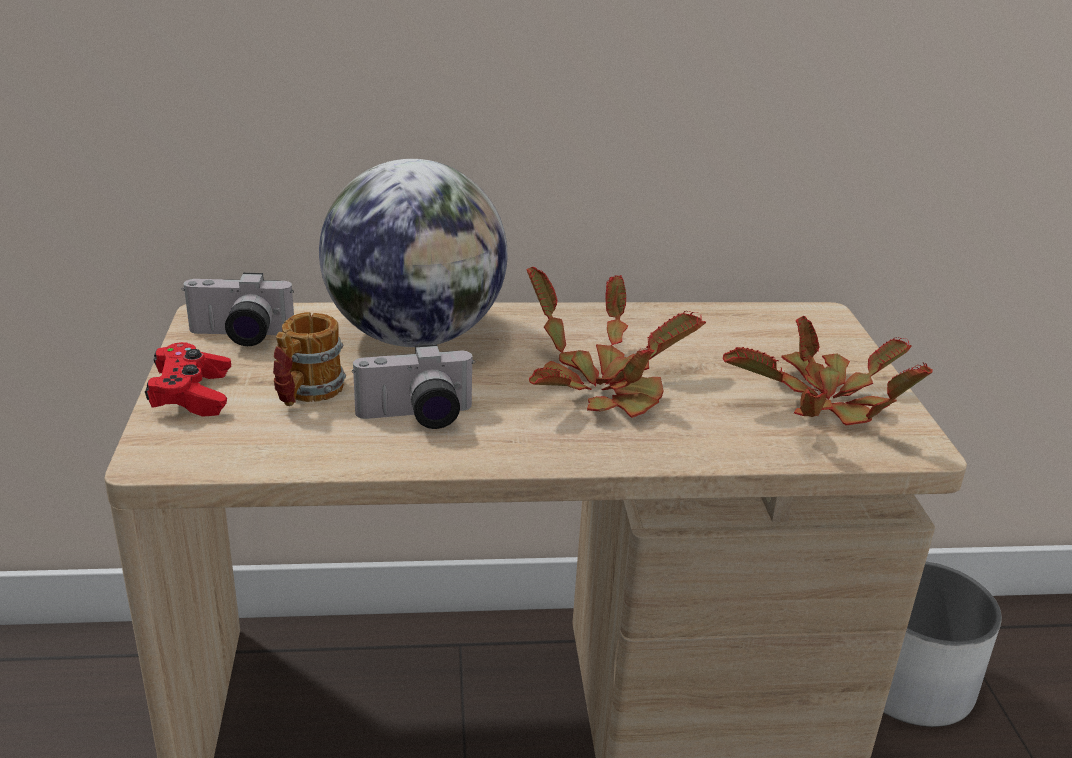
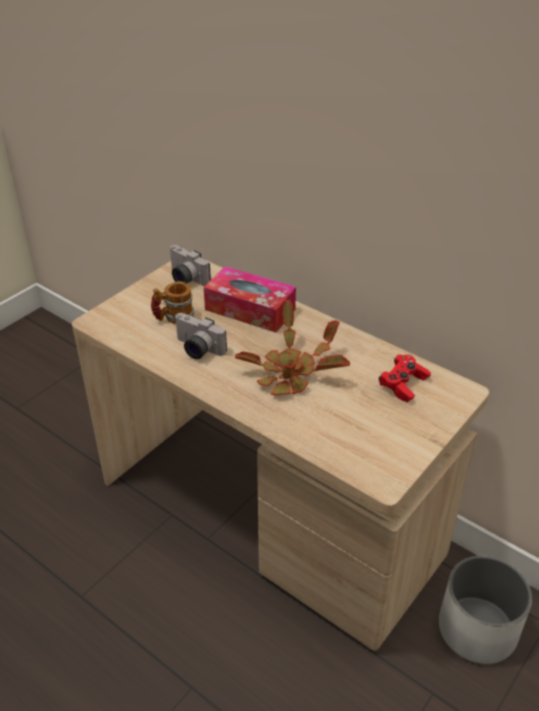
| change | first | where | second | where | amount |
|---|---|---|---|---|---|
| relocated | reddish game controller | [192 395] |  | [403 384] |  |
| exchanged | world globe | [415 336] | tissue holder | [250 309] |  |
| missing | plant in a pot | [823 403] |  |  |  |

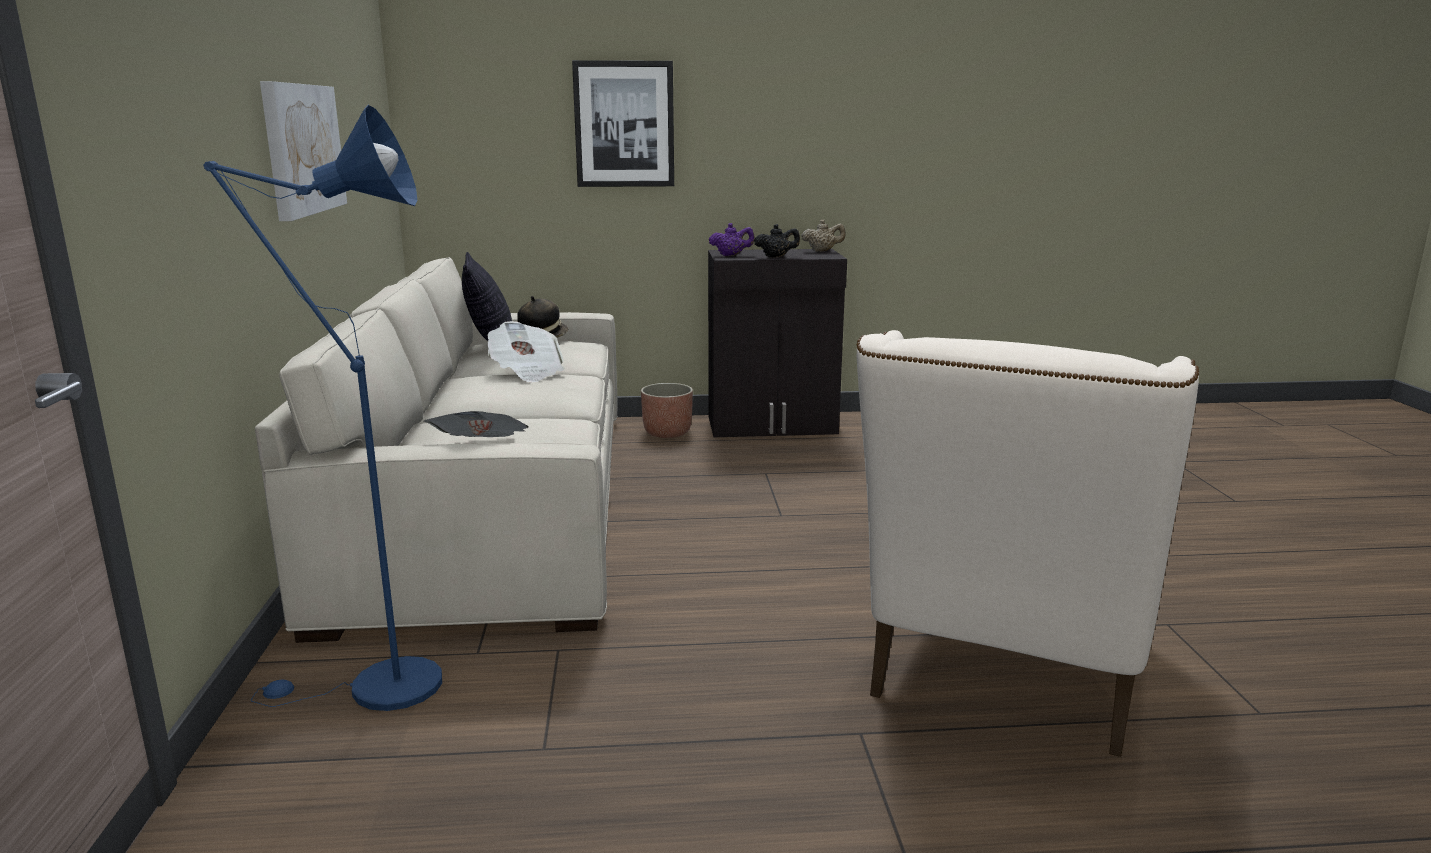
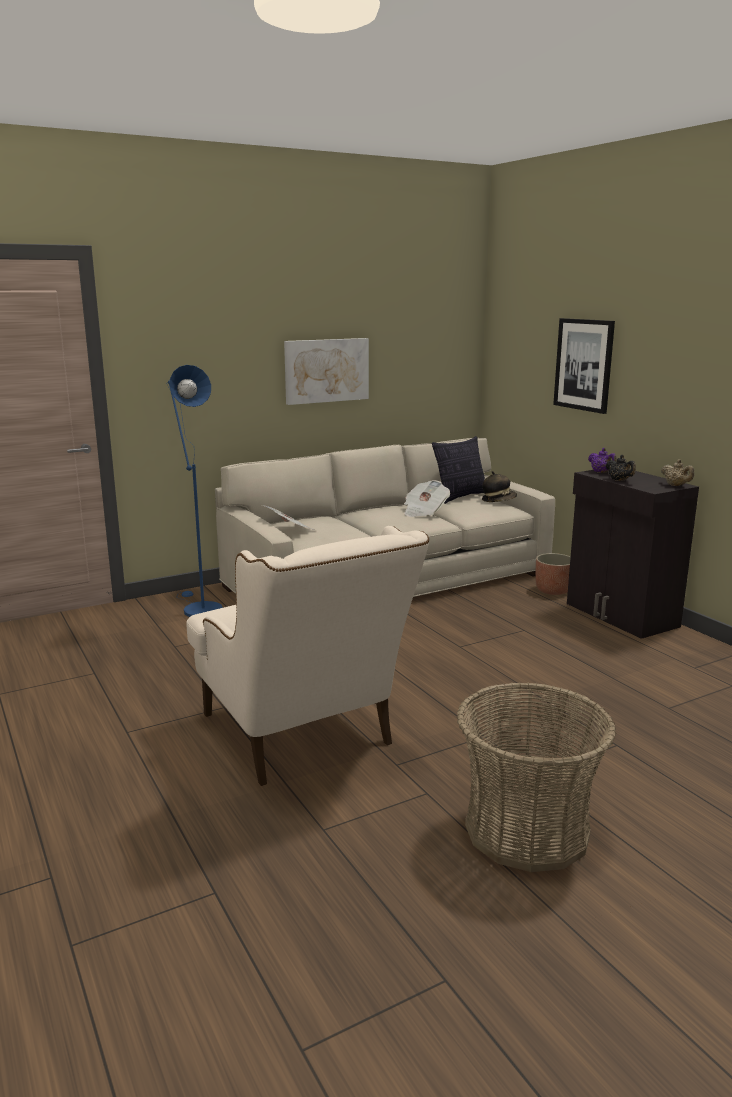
| change | first | where | second | where | amount |
|---|---|---|---|---|---|
| spun | beige-coloured armchair | [1002 678] |  | [304 738] | 120 degrees counterclockwise |
| appeared |  |  | basket | [527 830] |  |

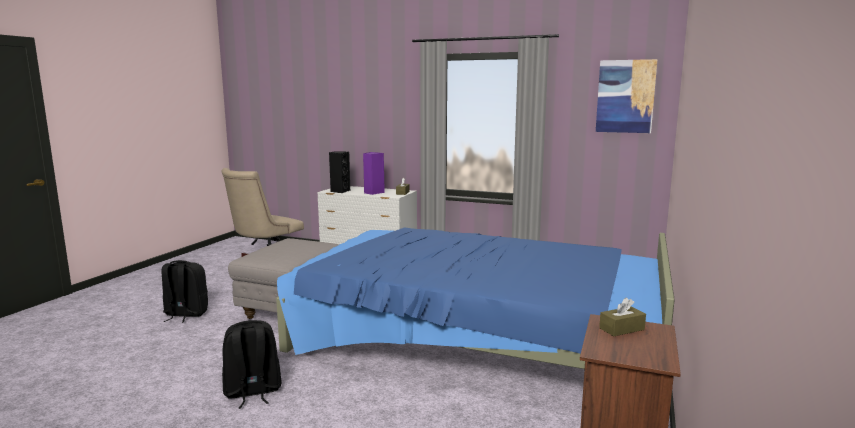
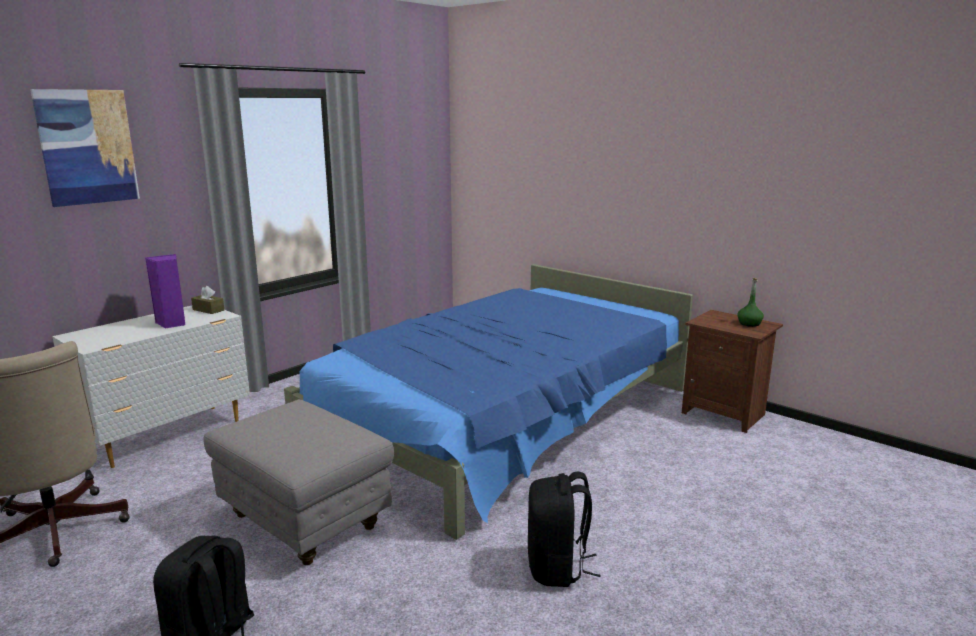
| change | first | where | second | where | amount |
|---|---|---|---|---|---|
| missing | black-coloured loudspeaker | [340 191] |  |  |  |
| relocated | wall picture | [625 96] |  | [87 147] |  |
| missing | brown-coloured tissue holder | [621 329] |  |  |  |
| appeared |  |  | green-coloured drink bottle | [749 323] |  |

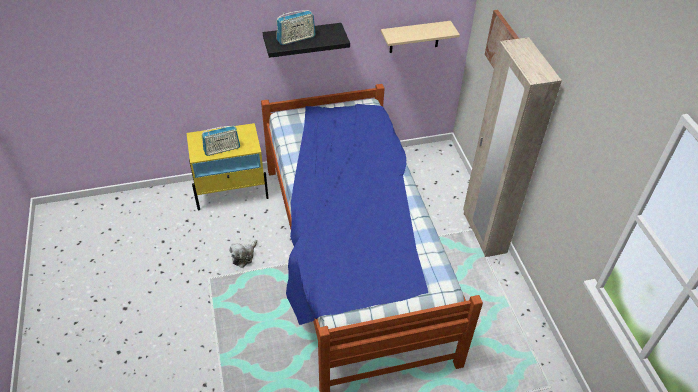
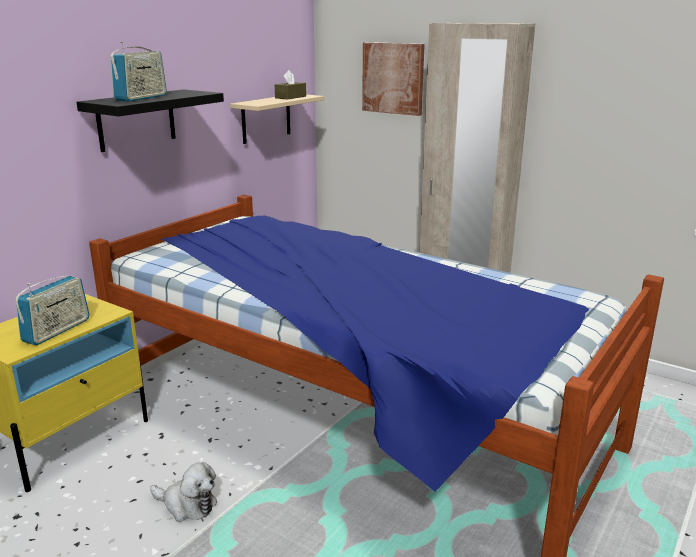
| change | first | where | second | where | amount |
|---|---|---|---|---|---|
| spun | plush toy | [244 256] |  | [187 505] | 60 degrees counterclockwise |
| appeared |  |  | brown-coloured tissue holder | [290 97] |  |

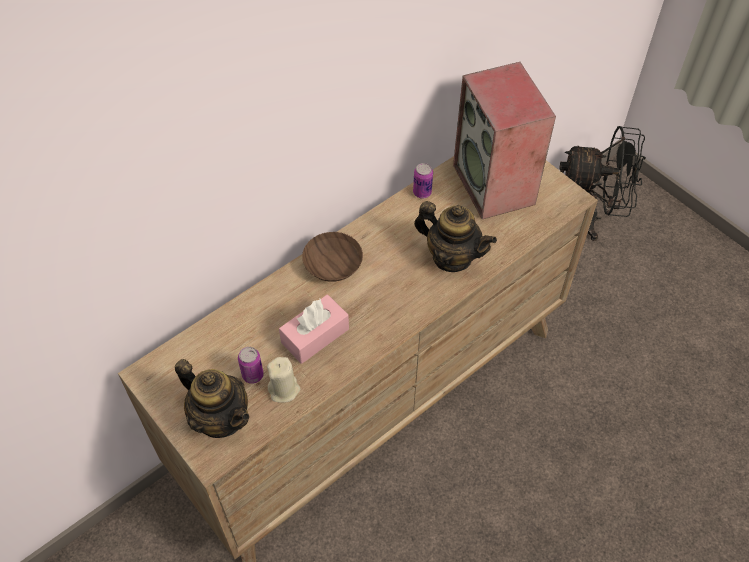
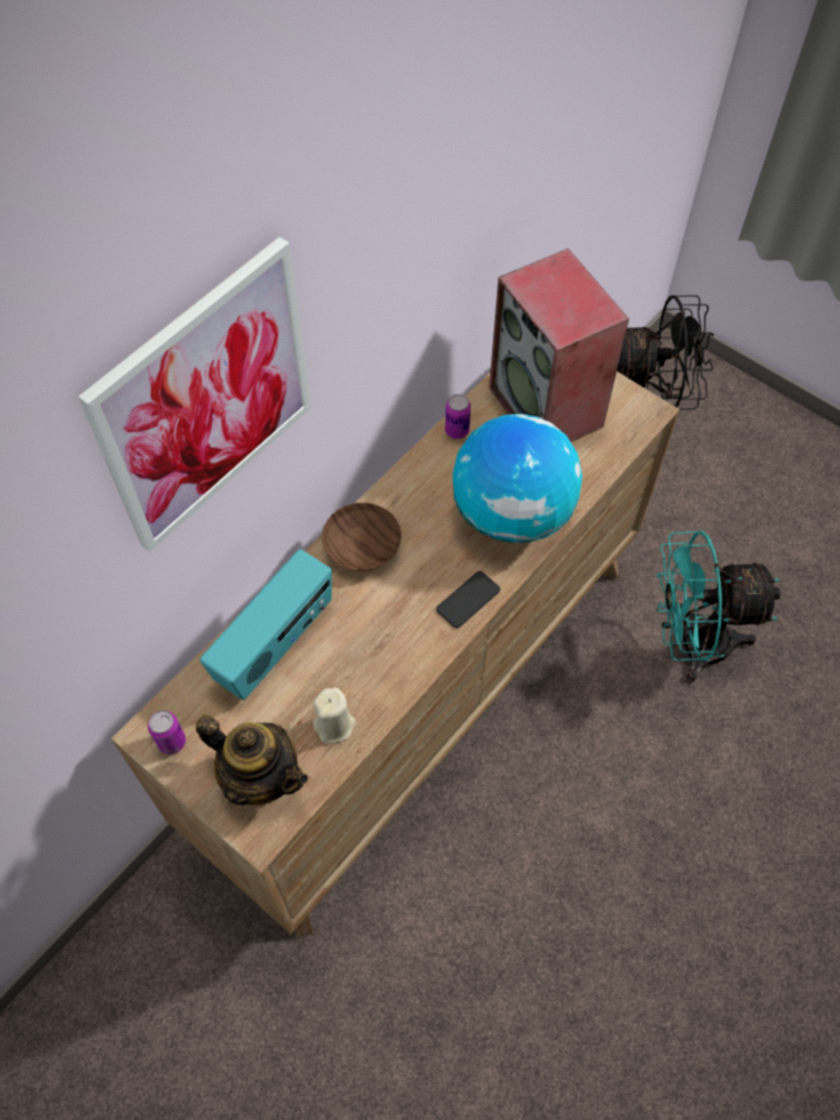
| change | first | where | second | where | amount |
|---|---|---|---|---|---|
| relocated | can | [253 375] |  | [172 742] |  |
| missing | pink tissue holder | [315 336] |  |  |  |
| exchanged | tea pot | [452 257] | world globe | [512 513] |  |
| appeared |  |  | wall picture | [206 399] |  |
| appeared |  |  | radio | [275 643] |  |
| appeared |  |  | telephone | [468 600] |  |
| appeared |  |  | turquoise-coloured cooling fan | [690 643] |  |

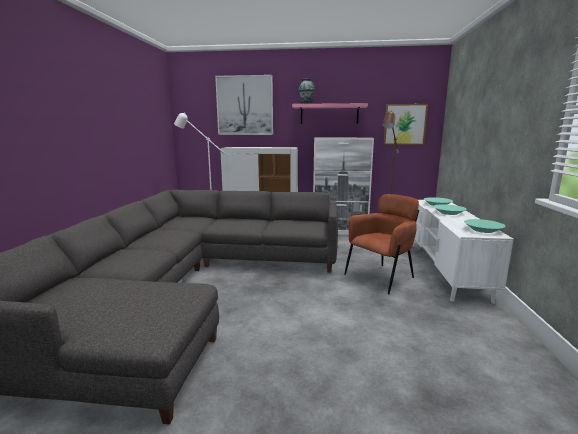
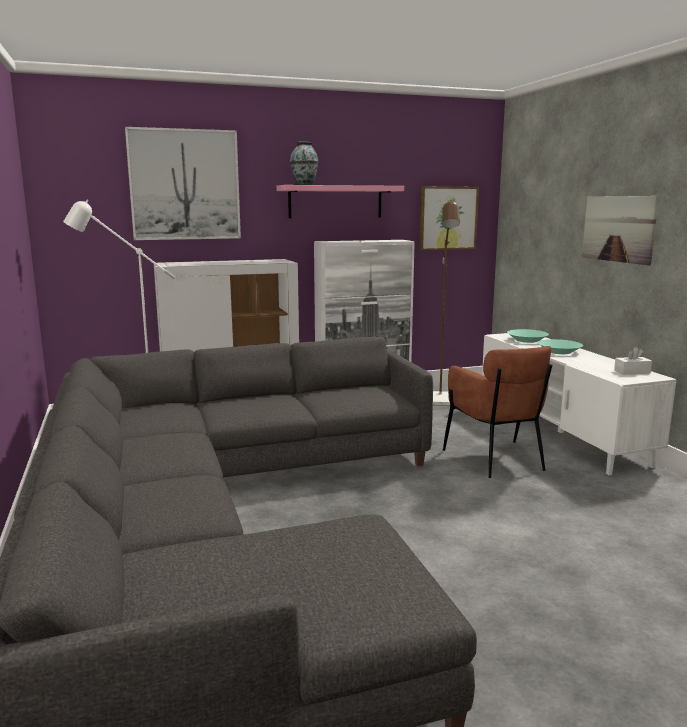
| change | first | where | second | where | amount |
|---|---|---|---|---|---|
| spun | brown-coloured armchair | [381 277] |  | [497 459] | 135 degrees clockwise |
| exchanged | turquoise-coloured bowl | [483 230] | white tissue holder | [632 372] |  |
| appeared |  |  | wall picture | [618 228] |  |

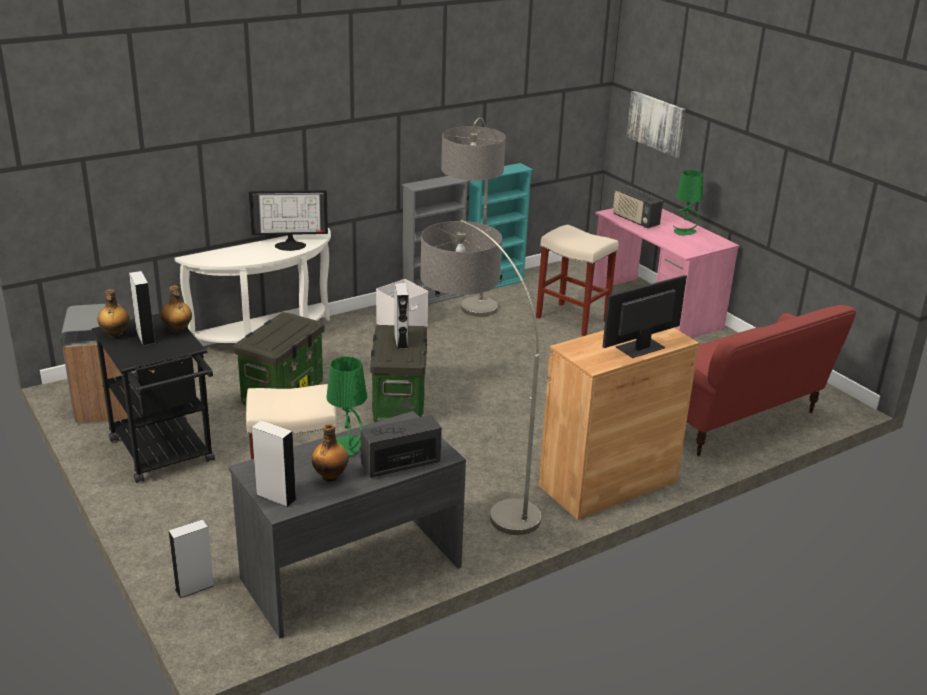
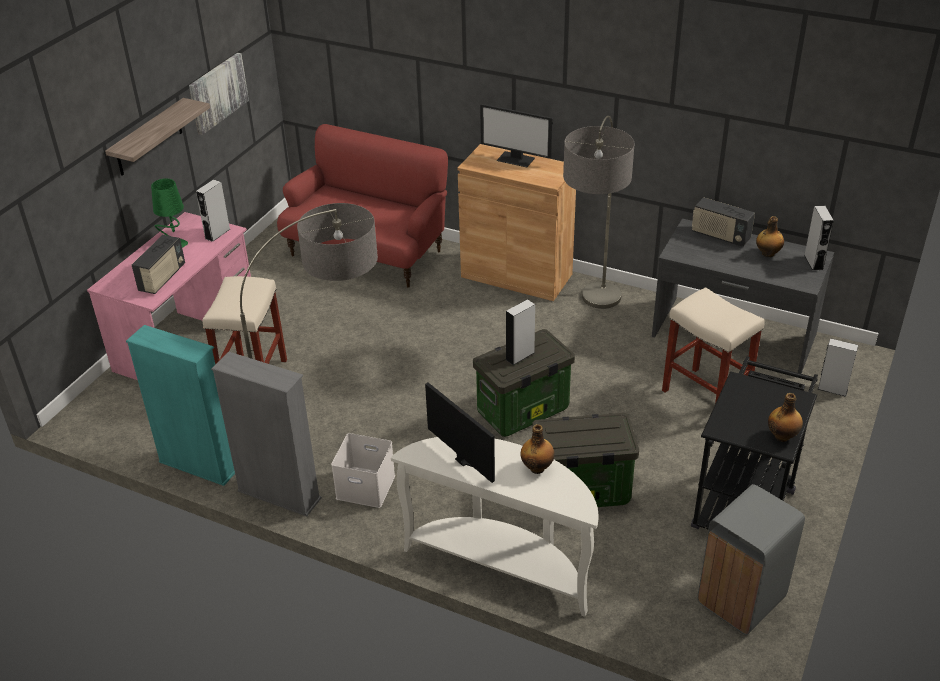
| change | first | where | second | where | amount |
|---|---|---|---|---|---|
| relocated | grey loudspeaker | [145 337] |  | [217 234] |  |
| relocated | drink bottle | [177 330] |  | [537 467] |  |
| missing | green-coloured tabletop lamp | [349 446] |  |  |  |
| relocated | wall picture | [656 123] |  | [217 92] |  |
| appeared |  |  | bracket shelf | [149 138] |  |

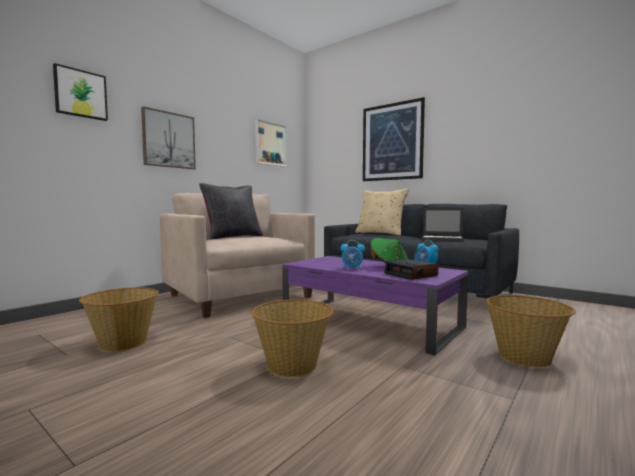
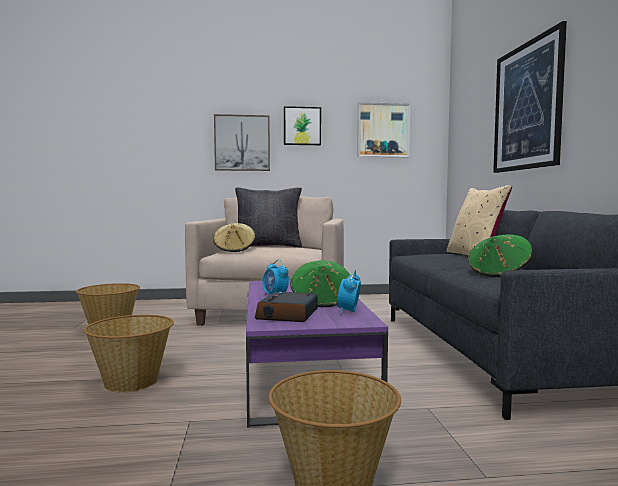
| change | first | where | second | where | amount |
|---|---|---|---|---|---|
| relocated | wall picture | [80 94] |  | [302 126] |  |
| exchanged | notebook computer | [442 239] | green-coloured hat | [499 273] |  |
| appeared |  |  | beige-coloured hat | [234 250] |  |

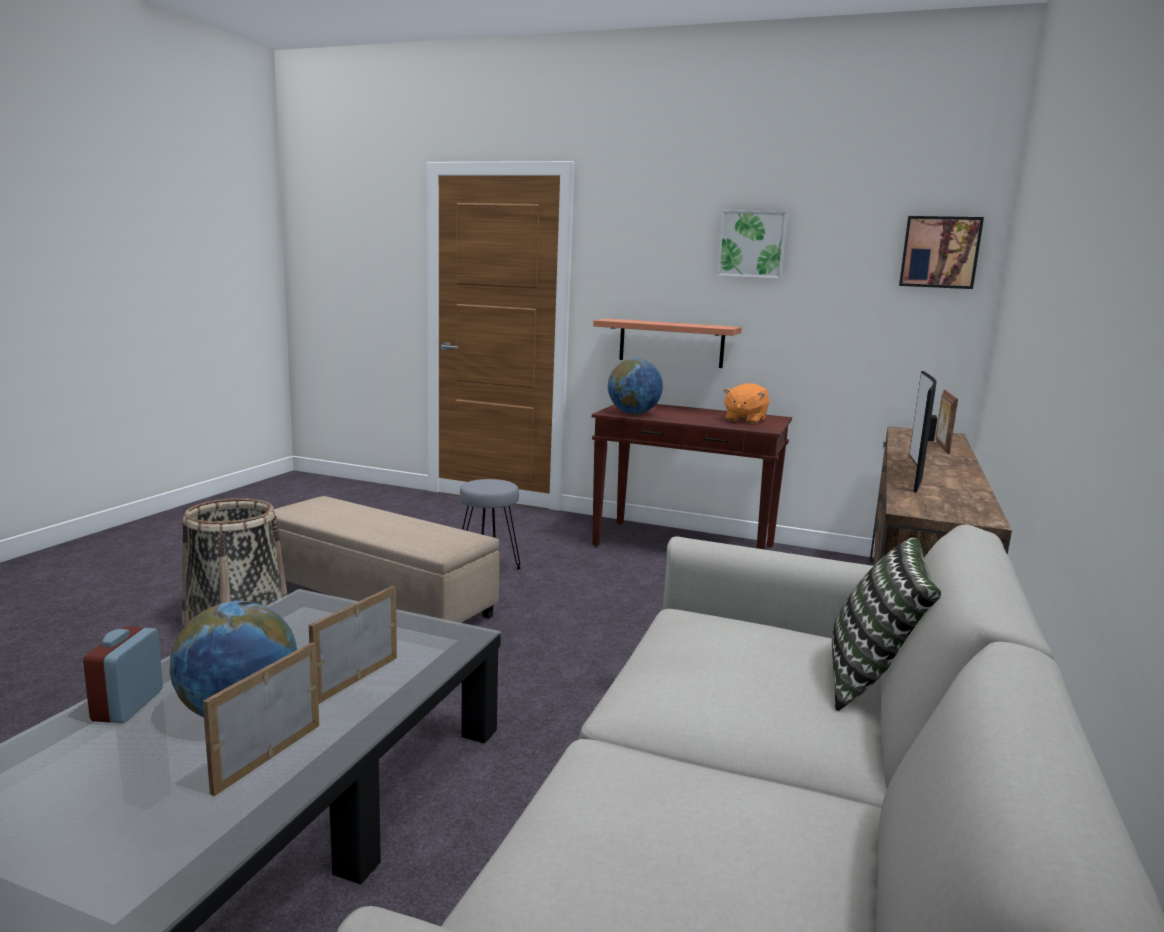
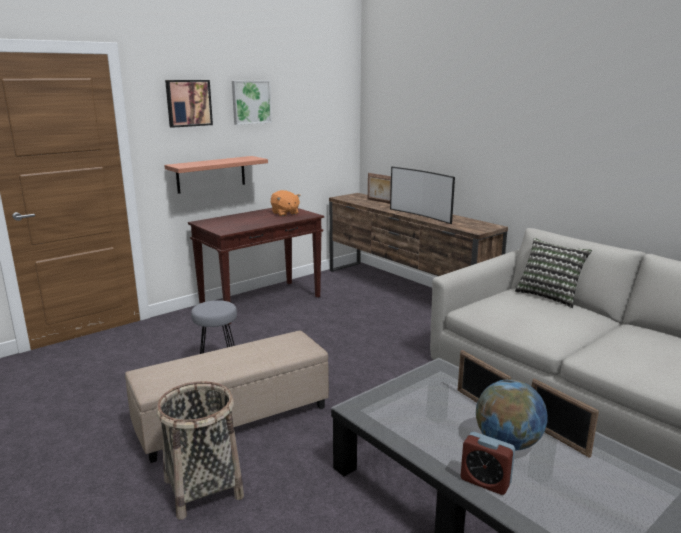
| change | first | where | second | where | amount |
|---|---|---|---|---|---|
| missing | world globe | [633 413] |  |  |  |
| relocated | wall picture | [940 252] |  | [188 103] |  |

